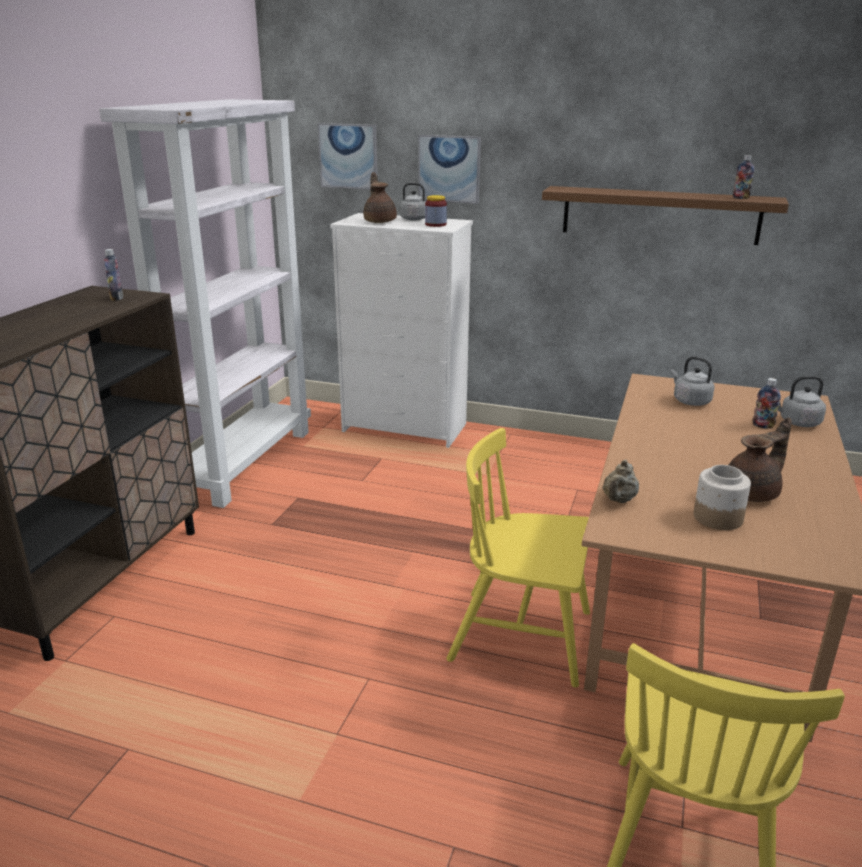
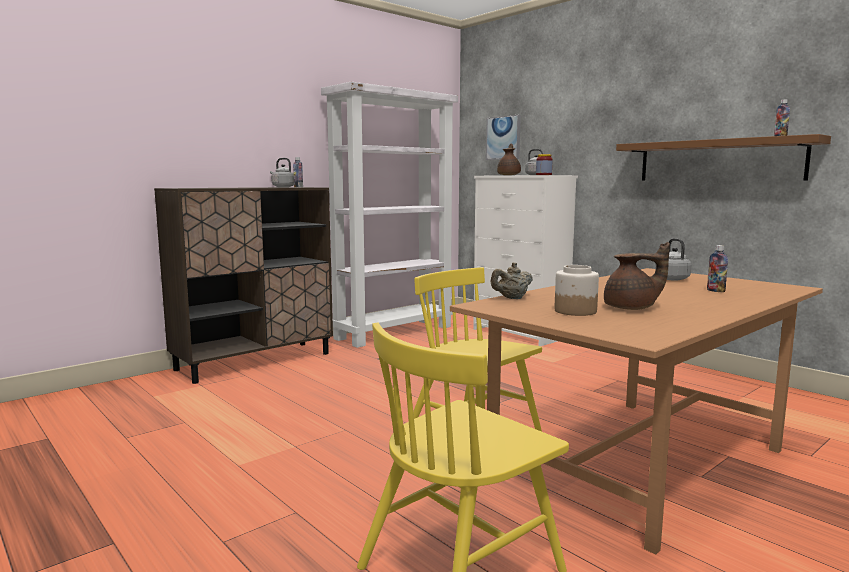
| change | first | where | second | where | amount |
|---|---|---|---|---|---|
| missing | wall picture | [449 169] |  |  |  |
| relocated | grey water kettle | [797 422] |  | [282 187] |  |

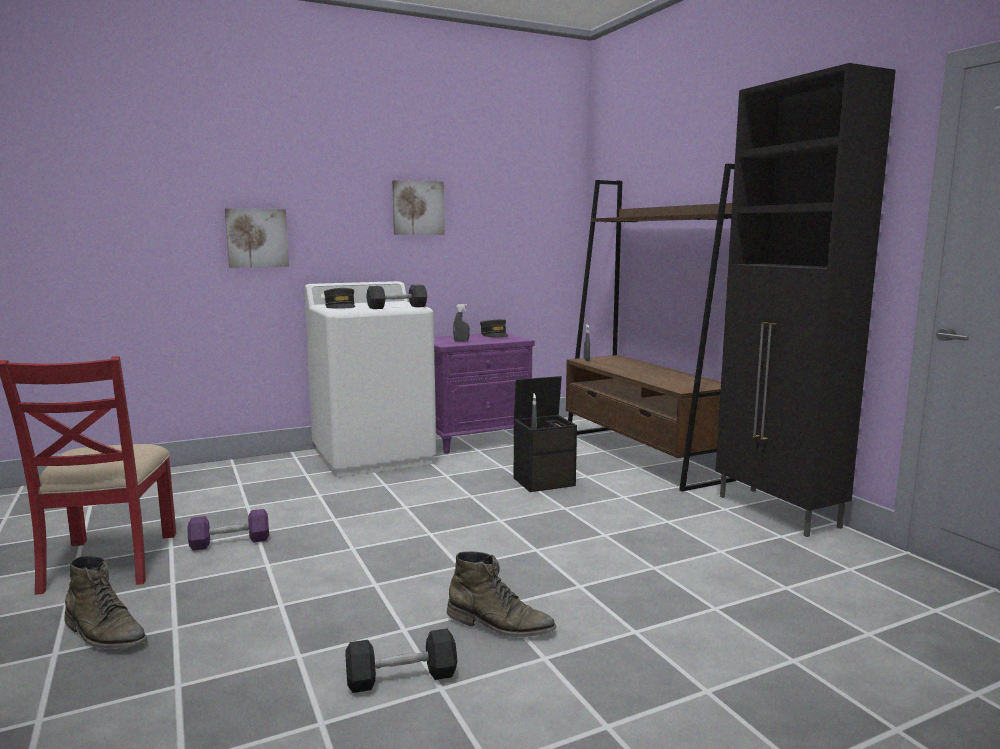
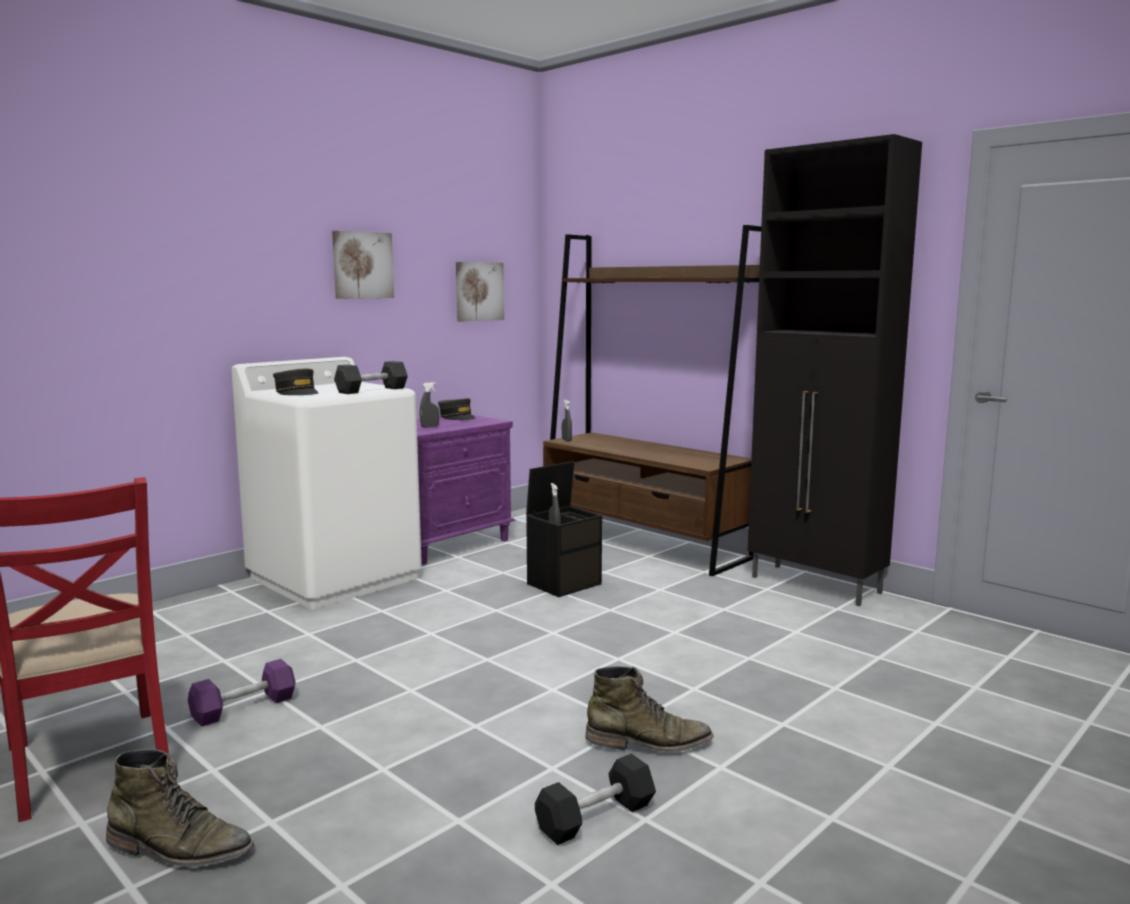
| change | first | where | second | where | amount |
|---|---|---|---|---|---|
| relocated | wall picture | [257 238] |  | [478 291] |  |

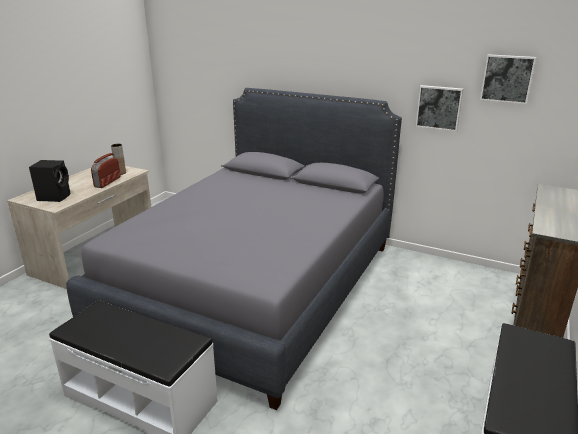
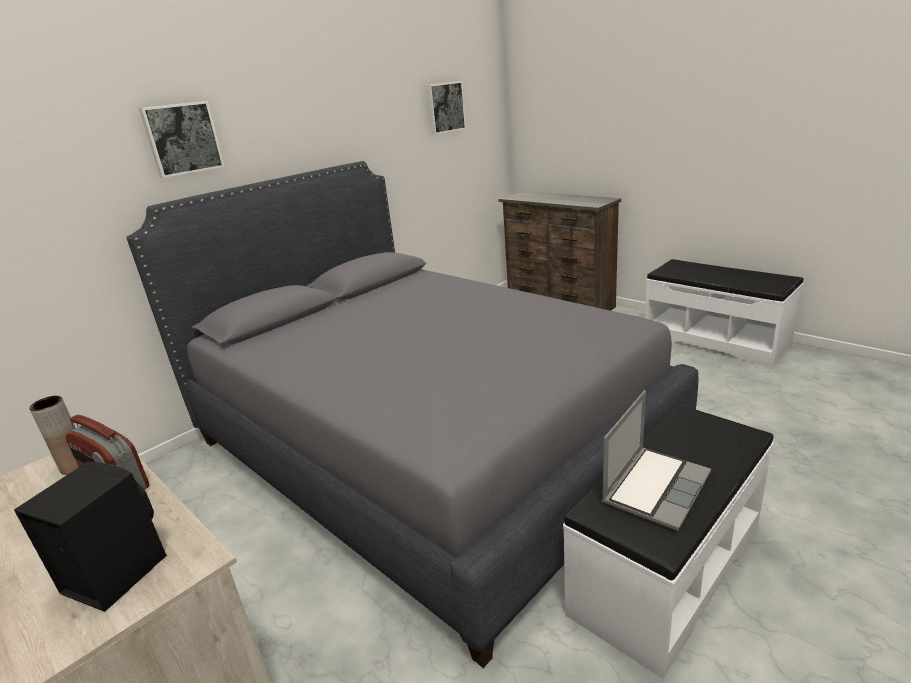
| change | first | where | second | where | amount |
|---|---|---|---|---|---|
| relocated | wall picture | [439 107] |  | [182 139] |  |
| appeared |  |  | notebook computer | [655 487] |  |

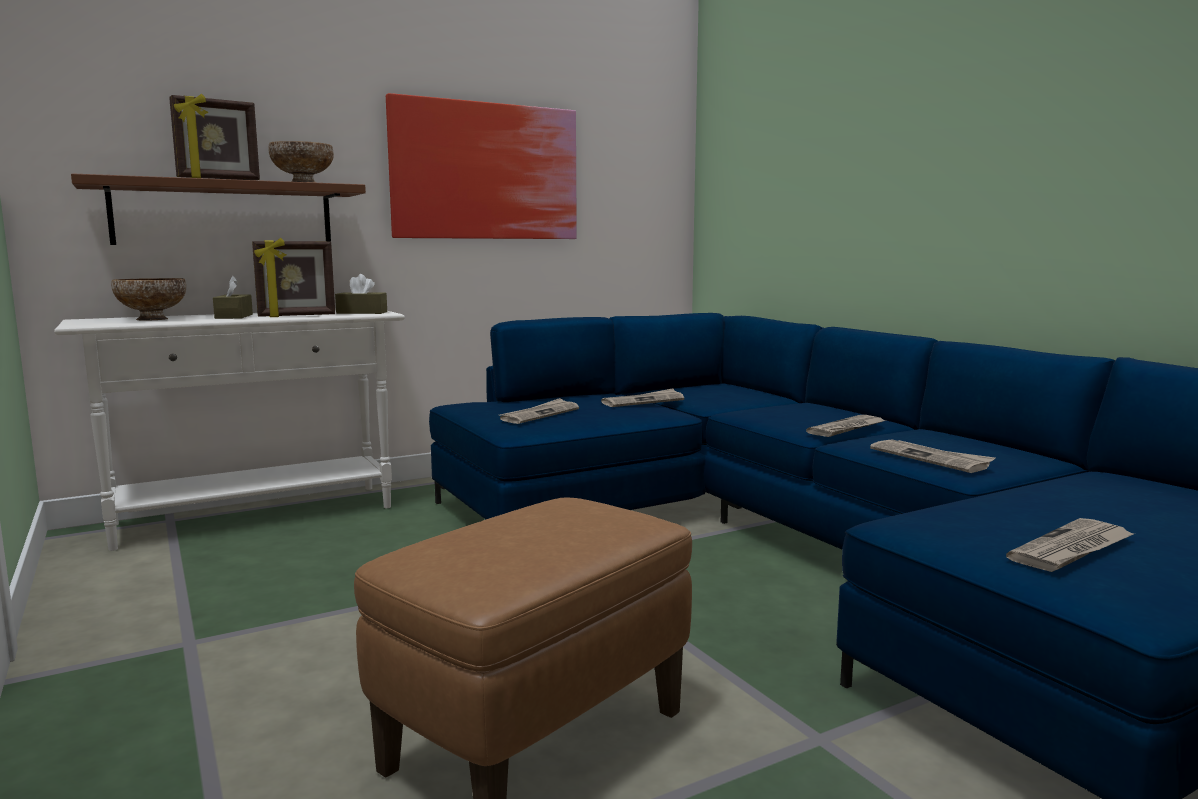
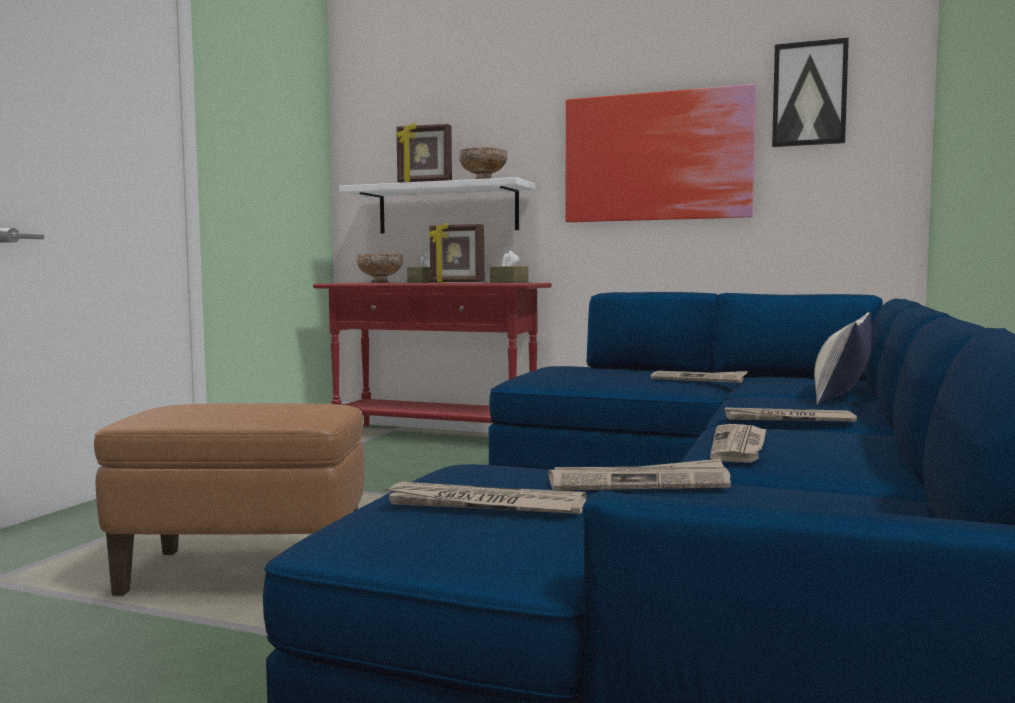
| change | first | where | second | where | amount |
|---|---|---|---|---|---|
| colour | white hall table | [256 516] | reddish hall table | [434 437] |  |
| colour | brown-coloured bracket shelf | [224 215] | white bracket shelf | [447 209] |  |
| relocated | daily paper | [539 414] |  | [639 482] |  |
| appeared |  |  | wall picture | [809 94] |  |
| appeared |  |  | throw pillow | [842 394] |  |

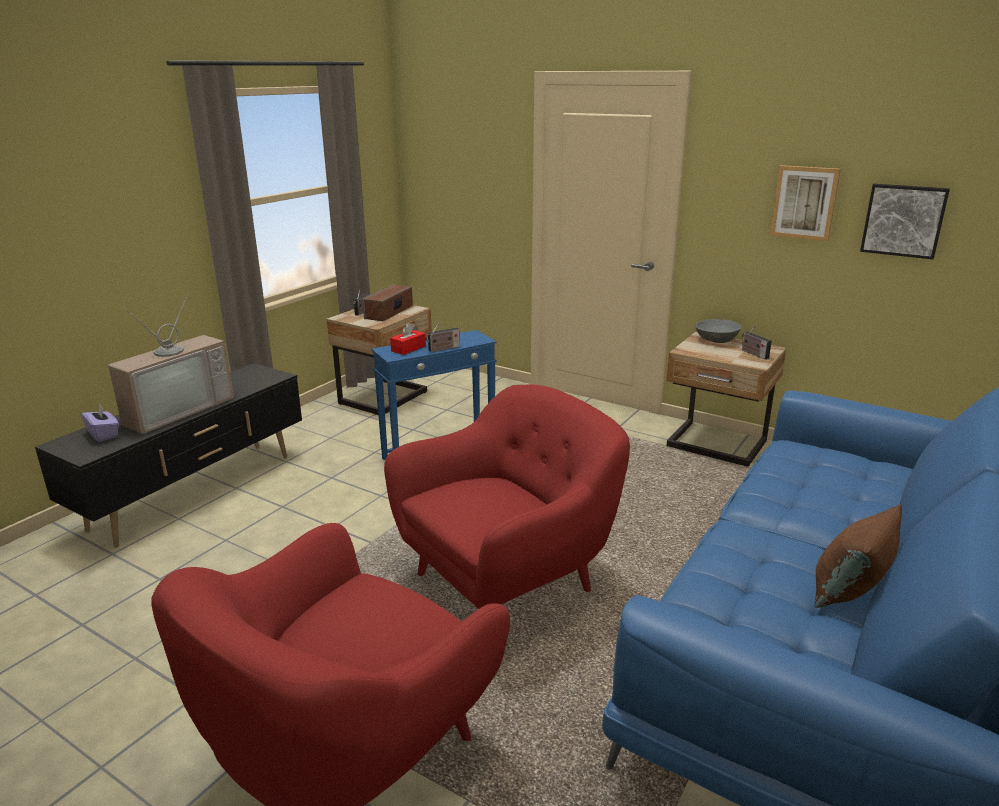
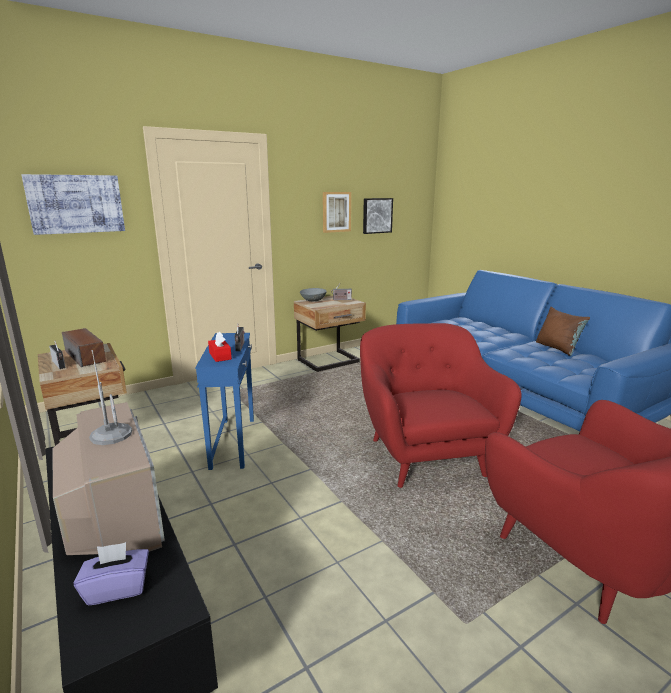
| change | first | where | second | where | amount |
|---|---|---|---|---|---|
| appeared |  |  | wall picture | [76 204] |  |

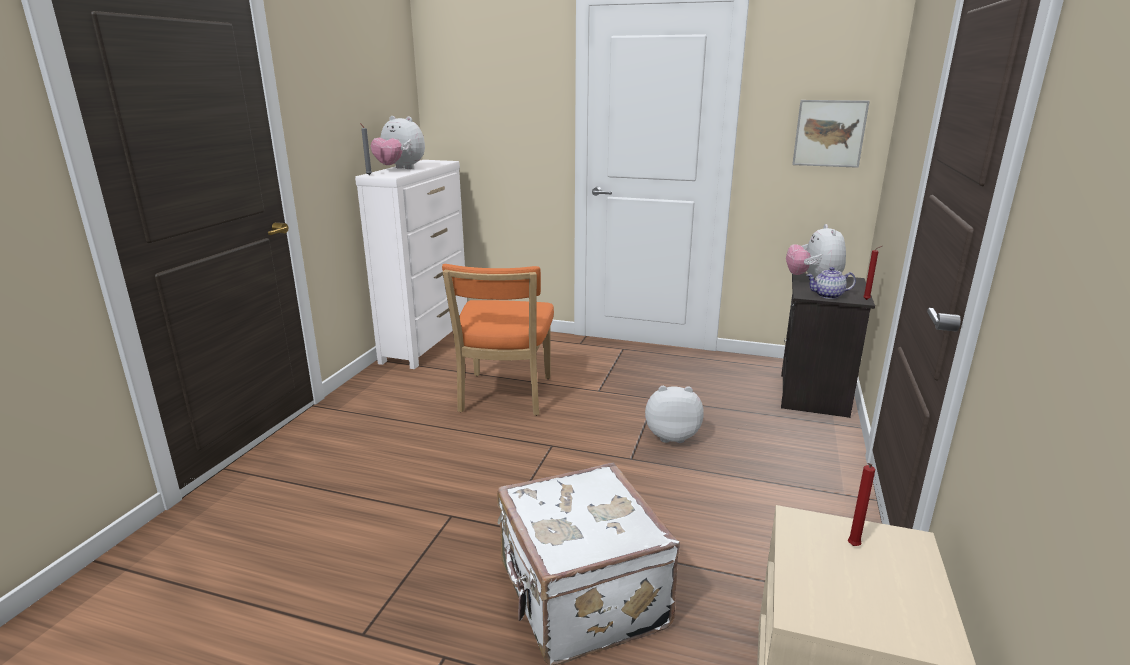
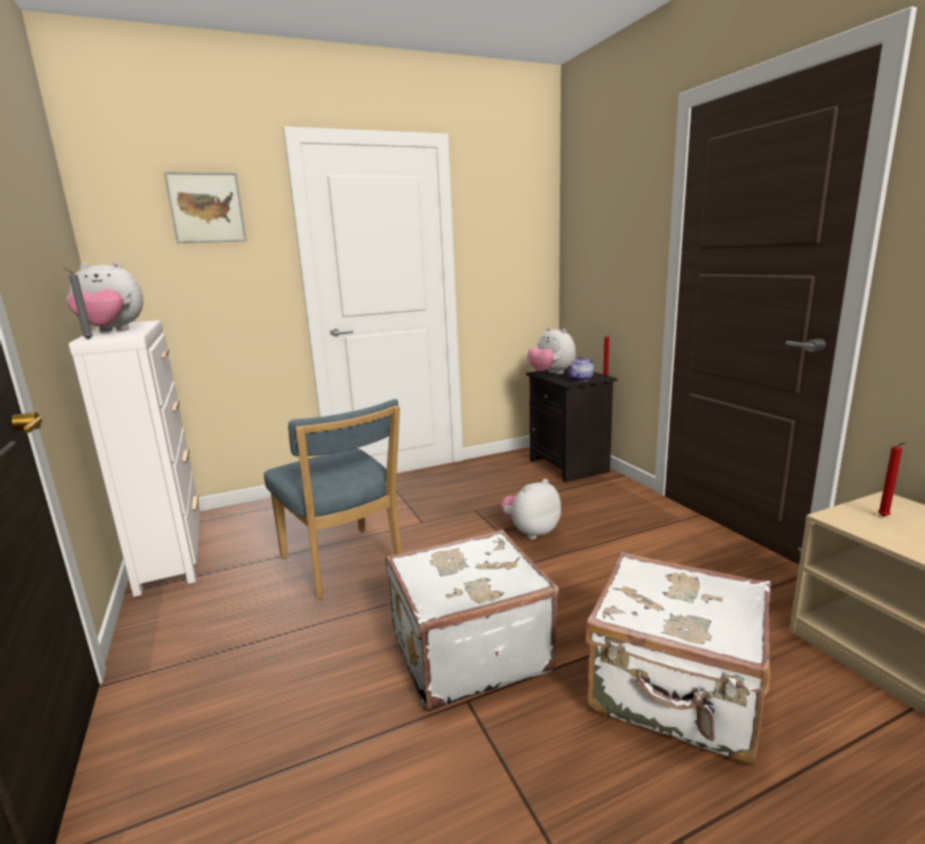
| change | first | where | second | where | amount |
|---|---|---|---|---|---|
| colour | orangey plain chair | [504 397] | blue-coloured plain chair | [344 564] |  |
| relocated | wall picture | [829 133] |  | [206 208] |  |
| appeared |  |  | white travel case | [467 651] |  |

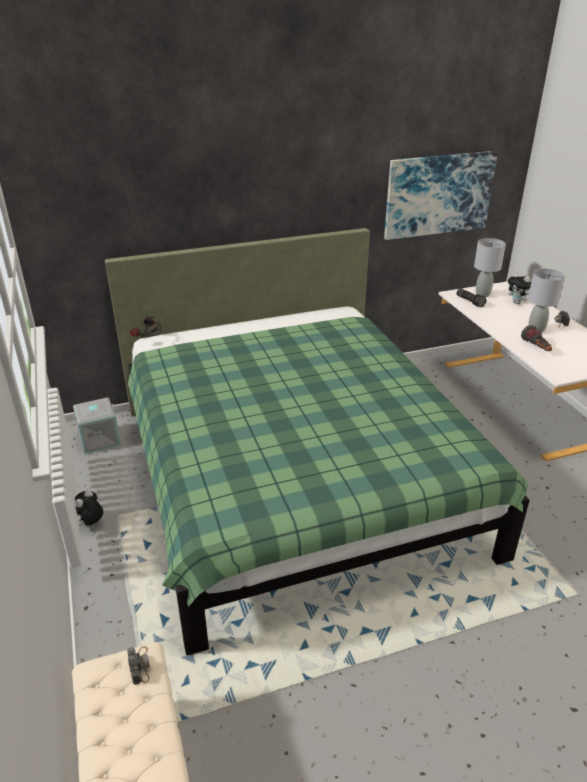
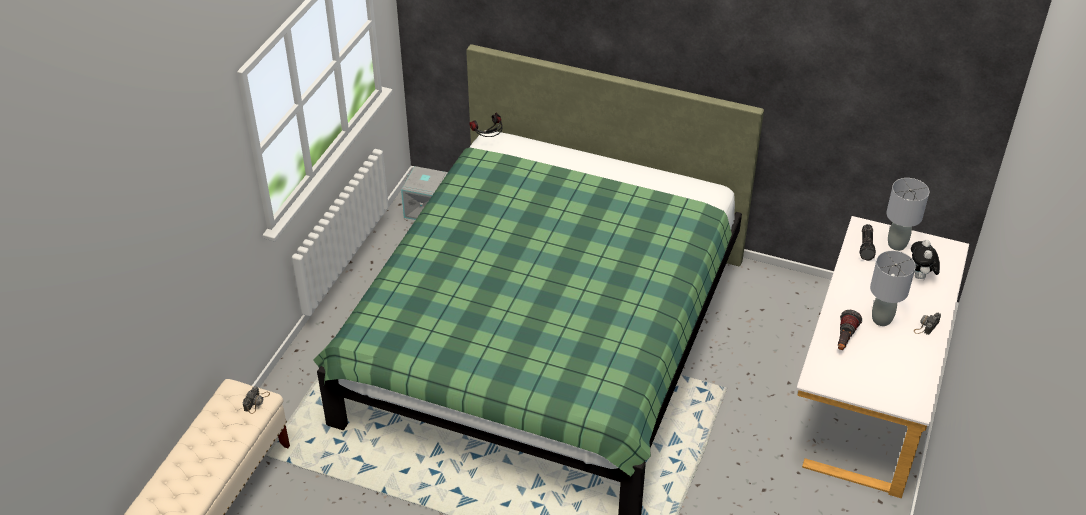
| change | first | where | second | where | amount |
|---|---|---|---|---|---|
| missing | plush toy | [89 525] |  |  |  |
| missing | wall picture | [438 194] |  |  |  |

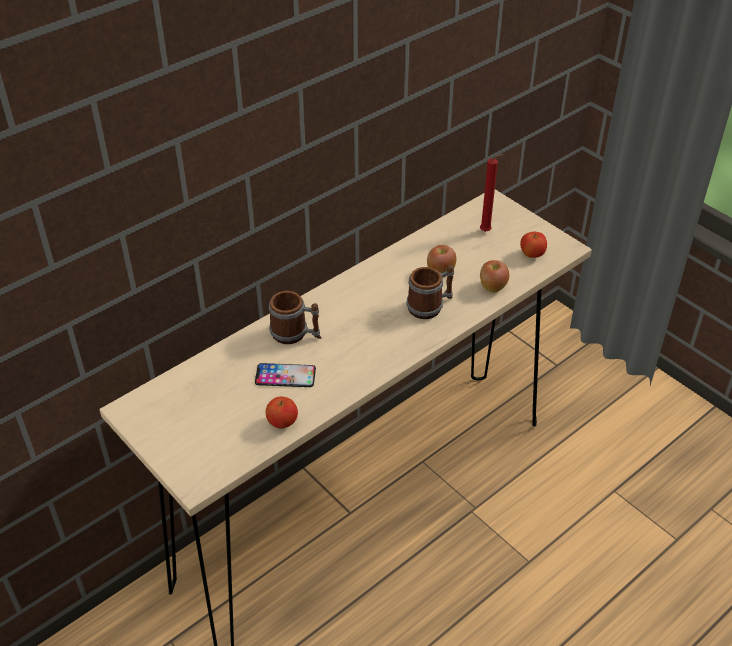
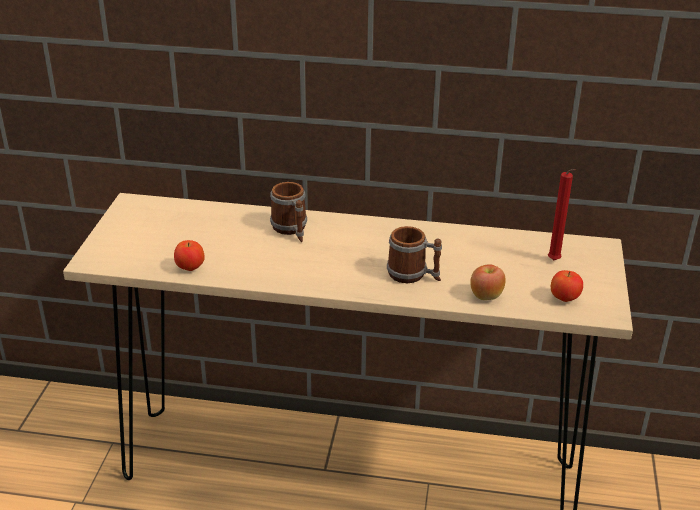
| change | first | where | second | where | amount |
|---|---|---|---|---|---|
| missing | telephone | [285 376] |  |  |  |
| missing | apple fruit | [440 272] |  |  |  |

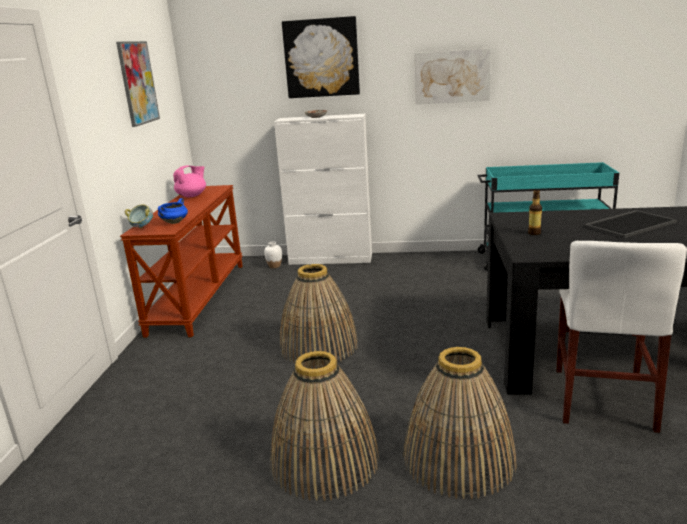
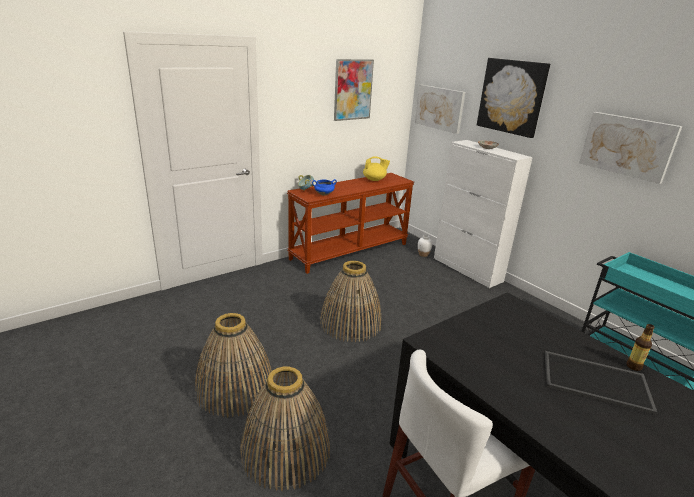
| change | first | where | second | where | amount |
|---|---|---|---|---|---|
| colour | pink tea pot | [192 196] | yellow-coloured tea pot | [374 180] |  |
| relocated | drink bottle | [534 233] |  | [633 366] |  |
| appeared |  |  | wall picture | [439 108] |  |

